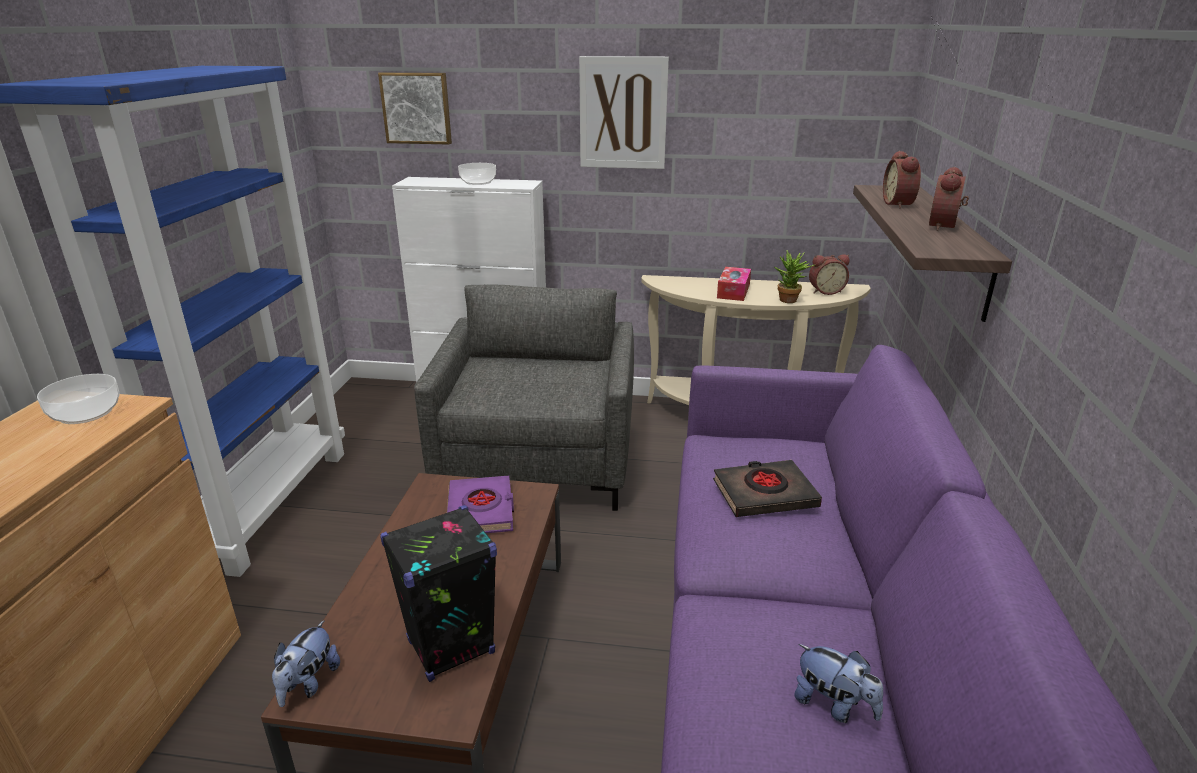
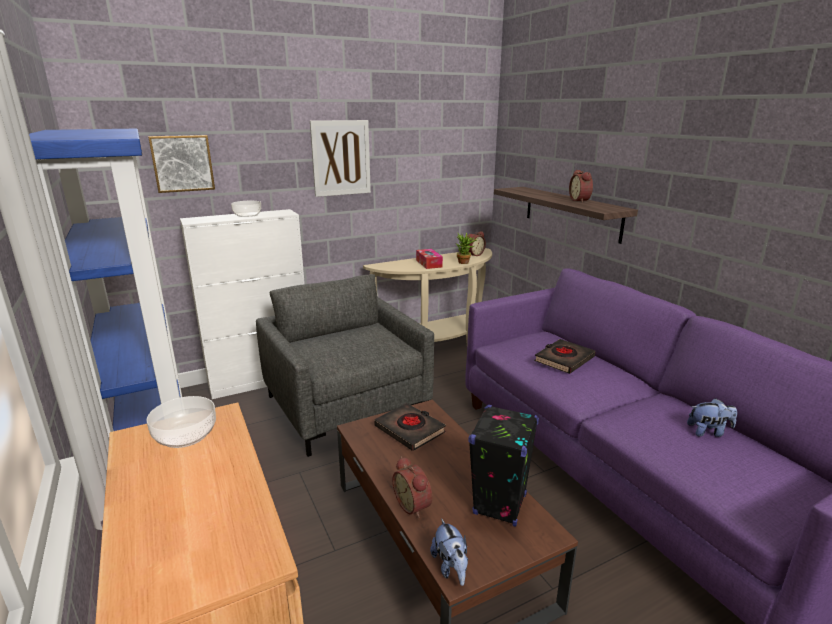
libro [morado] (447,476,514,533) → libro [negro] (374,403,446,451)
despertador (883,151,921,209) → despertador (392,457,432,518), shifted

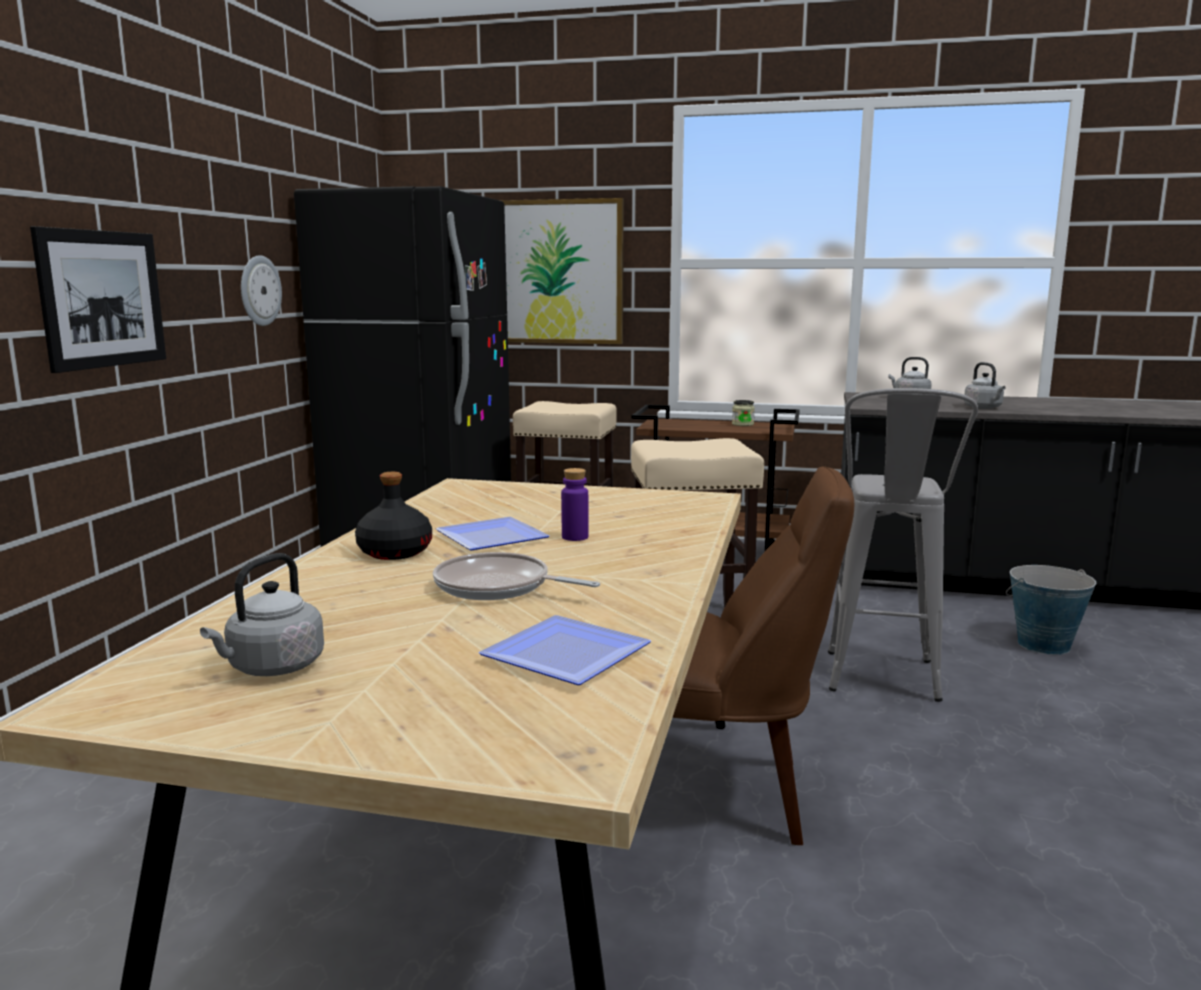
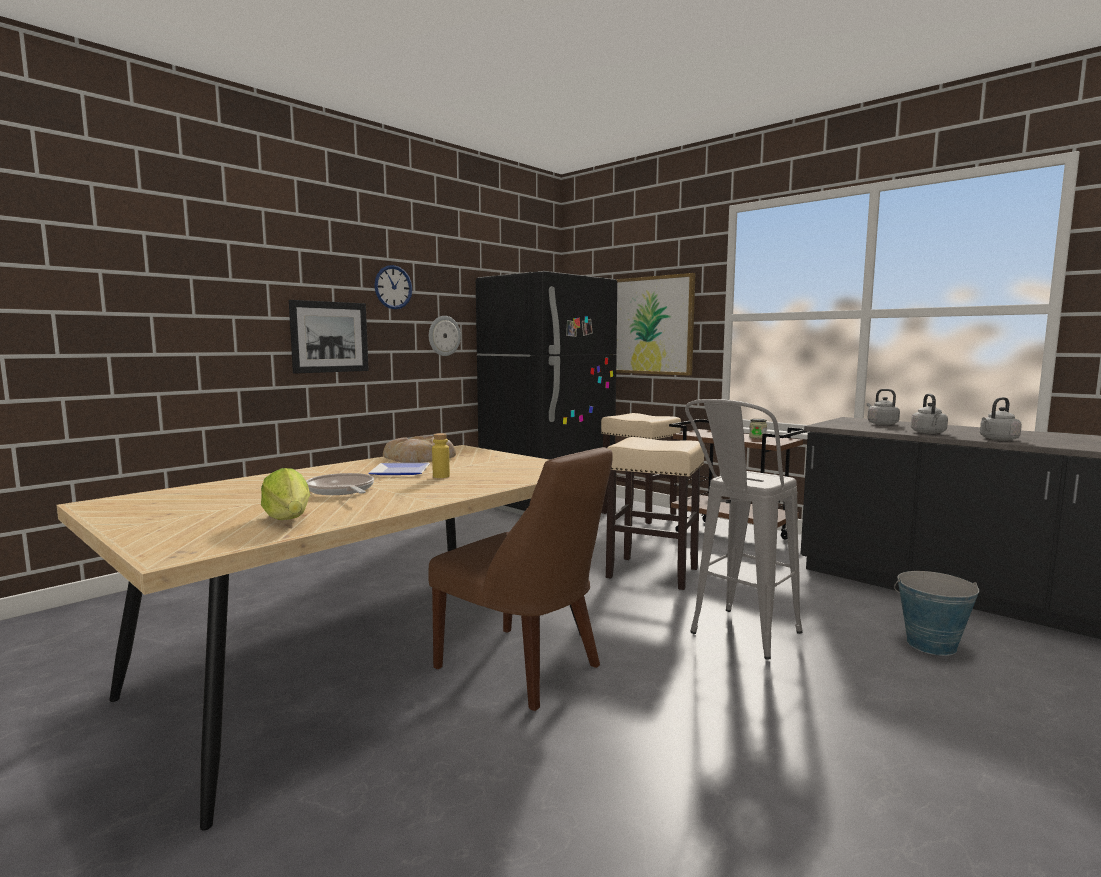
hervidor [gris] (200,553,324,676) → hervidor [gris] (980,397,1022,441), shifted
botella [negro] (355,472,432,560) → -
plato (479,615,651,685) → lechuga (261,468,310,520)
botella [morado] (561,468,589,541) → botella [amarillo] (432,433,450,478)
- → reloj de pared (375,265,413,309)
- → pan (383,436,456,463)

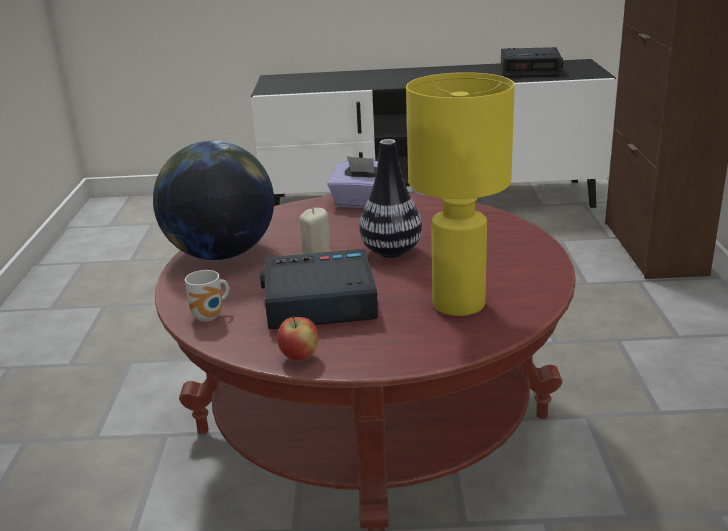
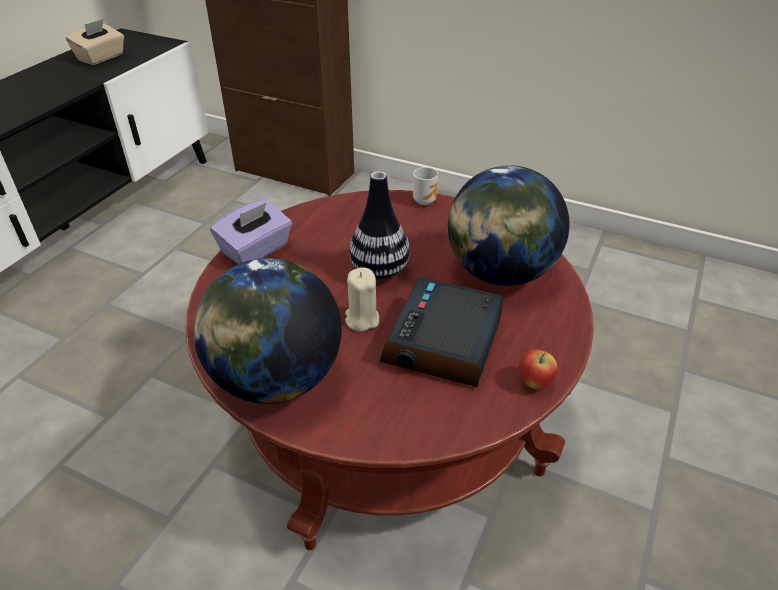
taza grande (185,270,229,321) → taza grande (413,167,438,205), shifted
lámpara de mesa [amarillo] (406,72,515,316) → globo terráqueo (448,165,570,286)
despertador (501,47,563,78) → caja de pañuelos [beis] (66,19,124,65)

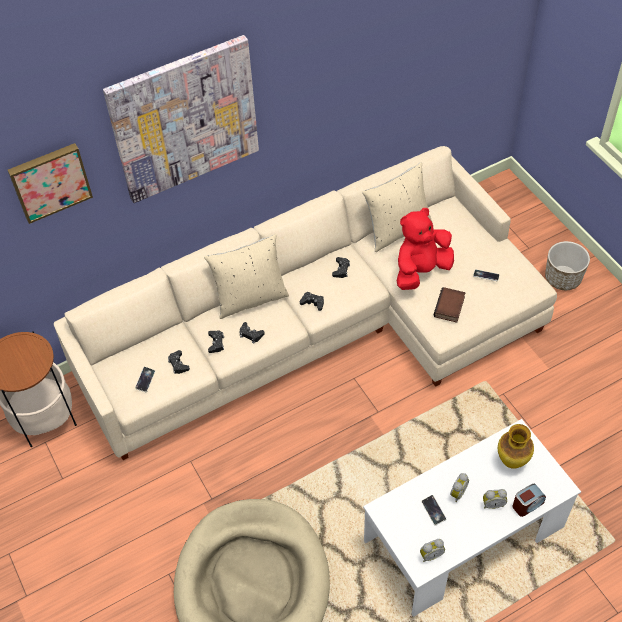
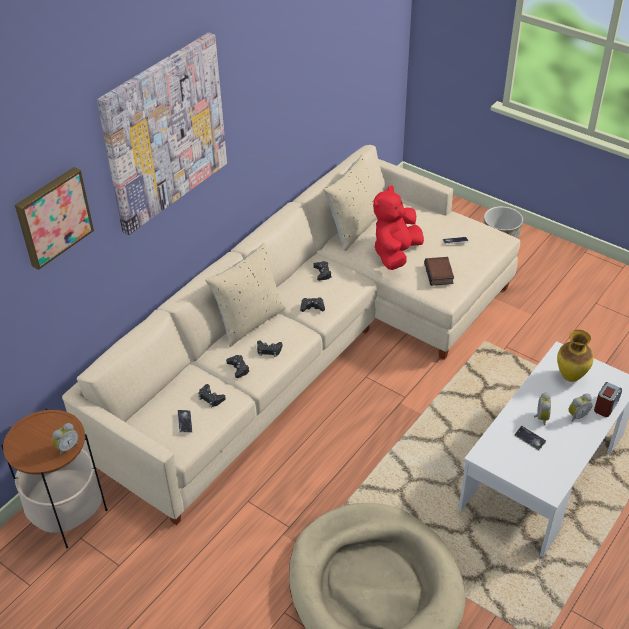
despertador (420,539,445,562) → despertador (52,423,78,456), shifted

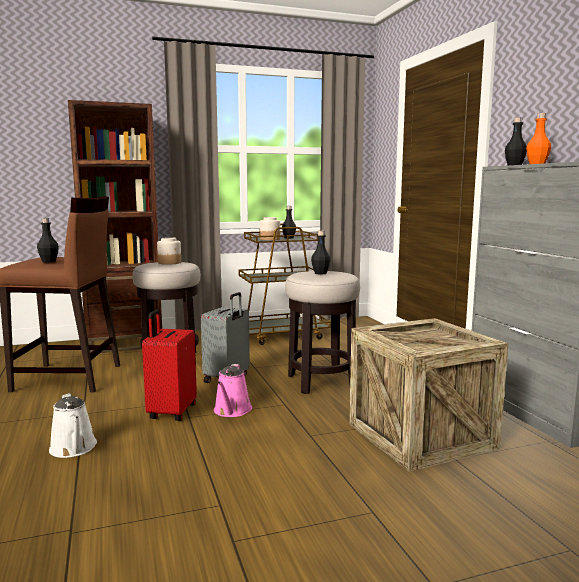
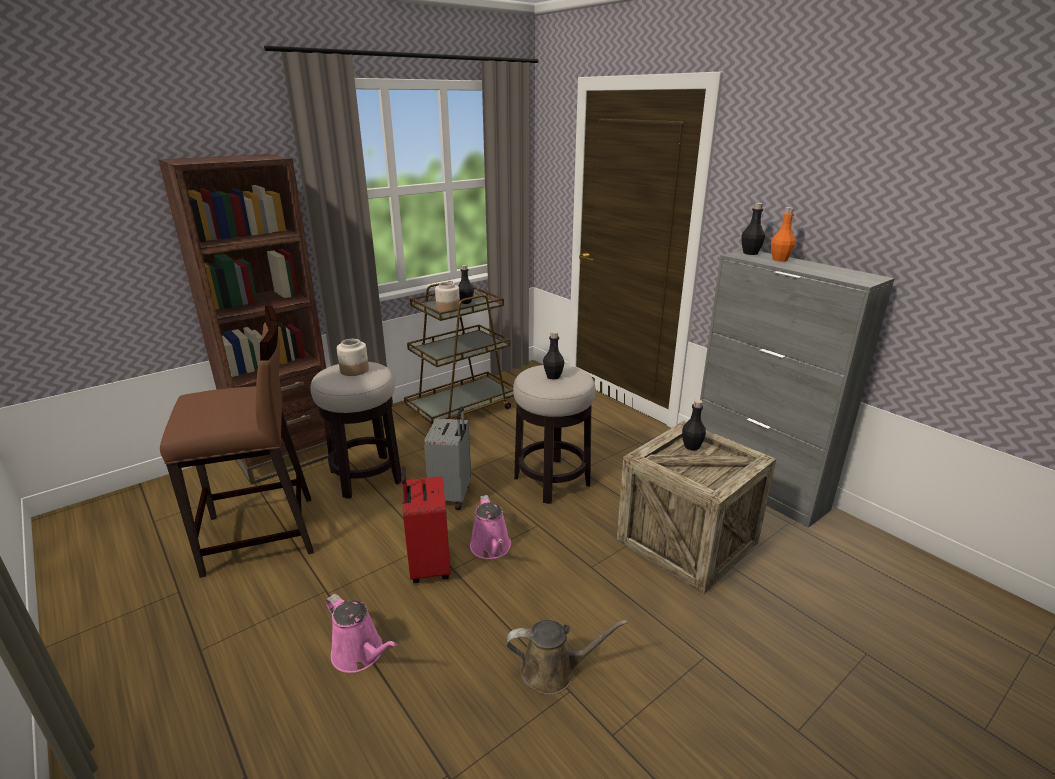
botella [negro] (37,218,59,263) → botella [negro] (682,399,706,450), shifted
regadera [blanco] (49,393,97,458) → regadera [rosa] (326,594,397,673)
- → regadera [marrón] (506,620,628,695)

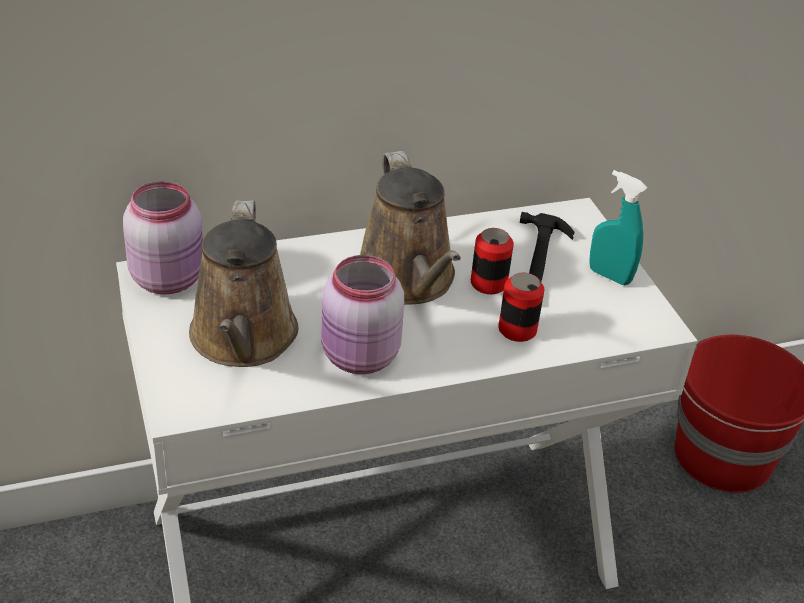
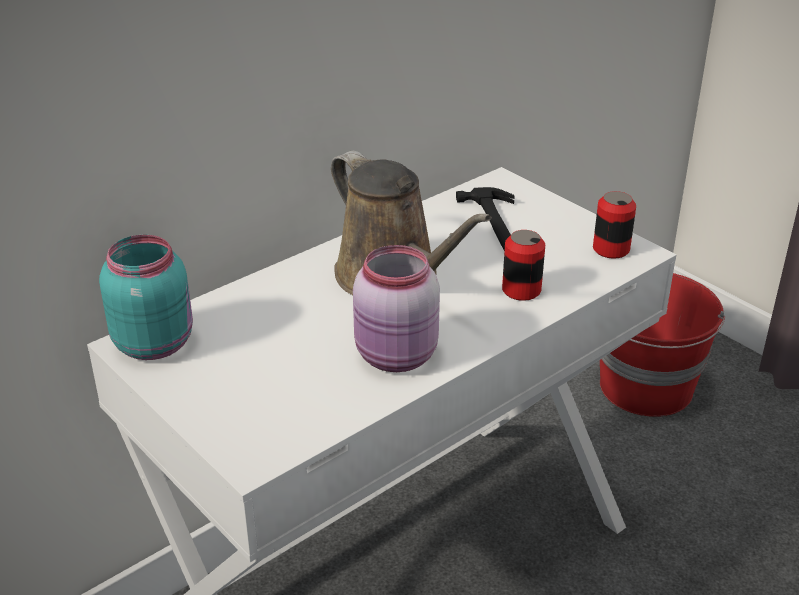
tarro [rosa] (123,181,203,294) → tarro [turquesa] (99,235,193,360)
regadera [marrón] (189,200,298,367) → -
lata (471,228,514,294) → lata (593,191,636,259), shifted
pulverizador [turquesa] (589,170,647,285) → -

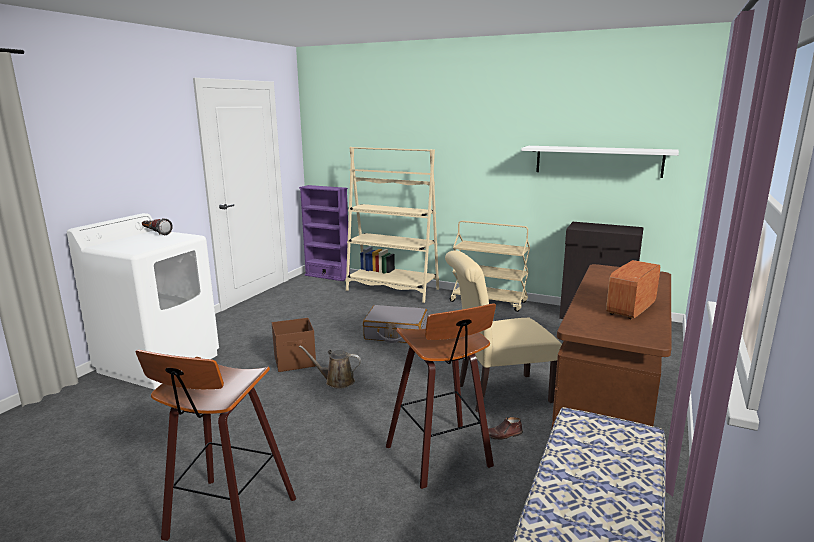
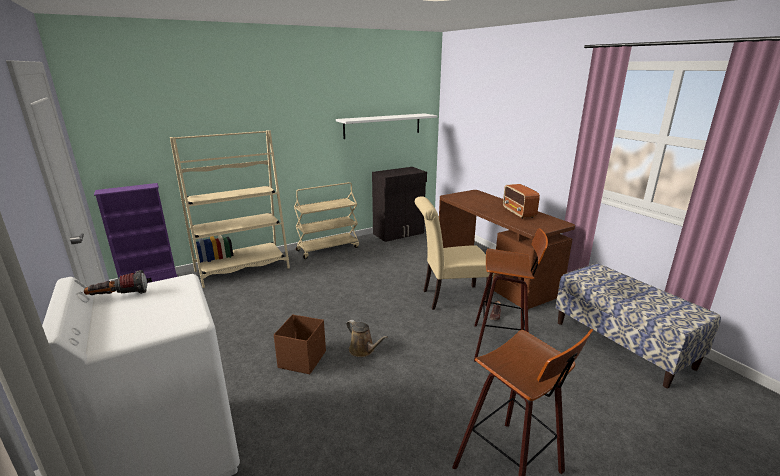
regadera [marrón] (299,345,361,389) → regadera [marrón] (346,320,388,357), 90 degrees counterclockwise
maleta [gris] (363,305,427,343) → -
silla [beis] (445,250,562,412) → silla [beis] (415,196,495,310), 60 degrees clockwise

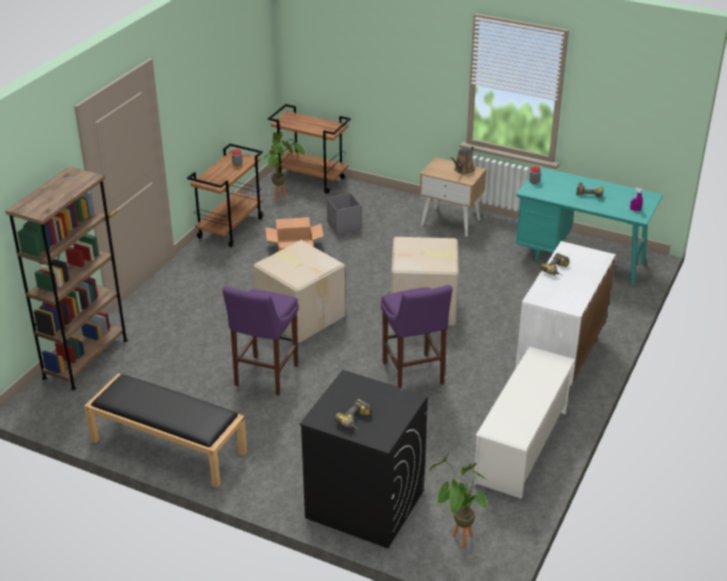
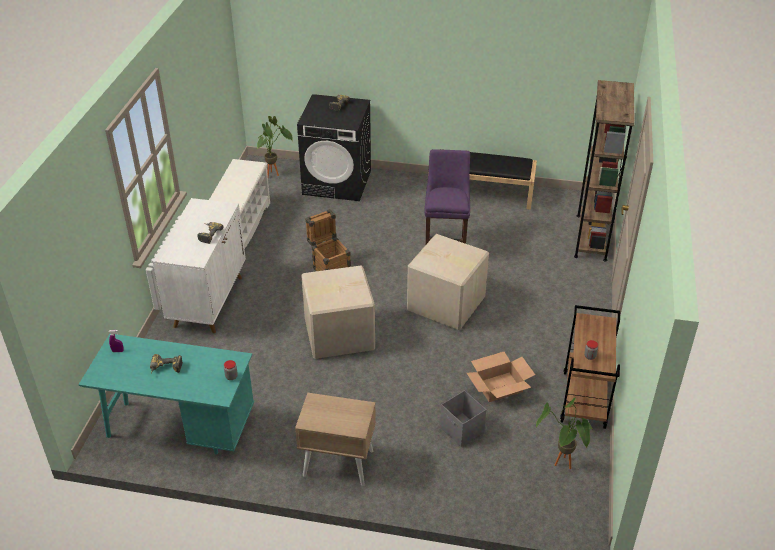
carrito [marrón] (268,104,351,194) → -
taburete [morado] (381,285,452,388) → caja de embalaje (305,209,351,271)
regadera [marrón] (450,146,475,174) → -

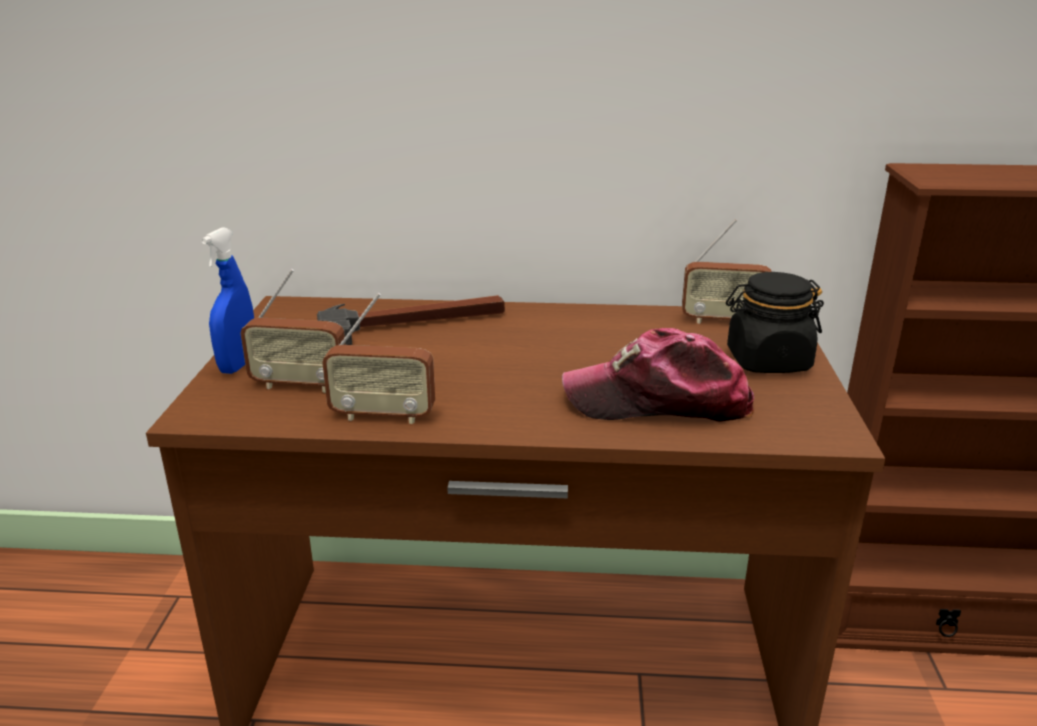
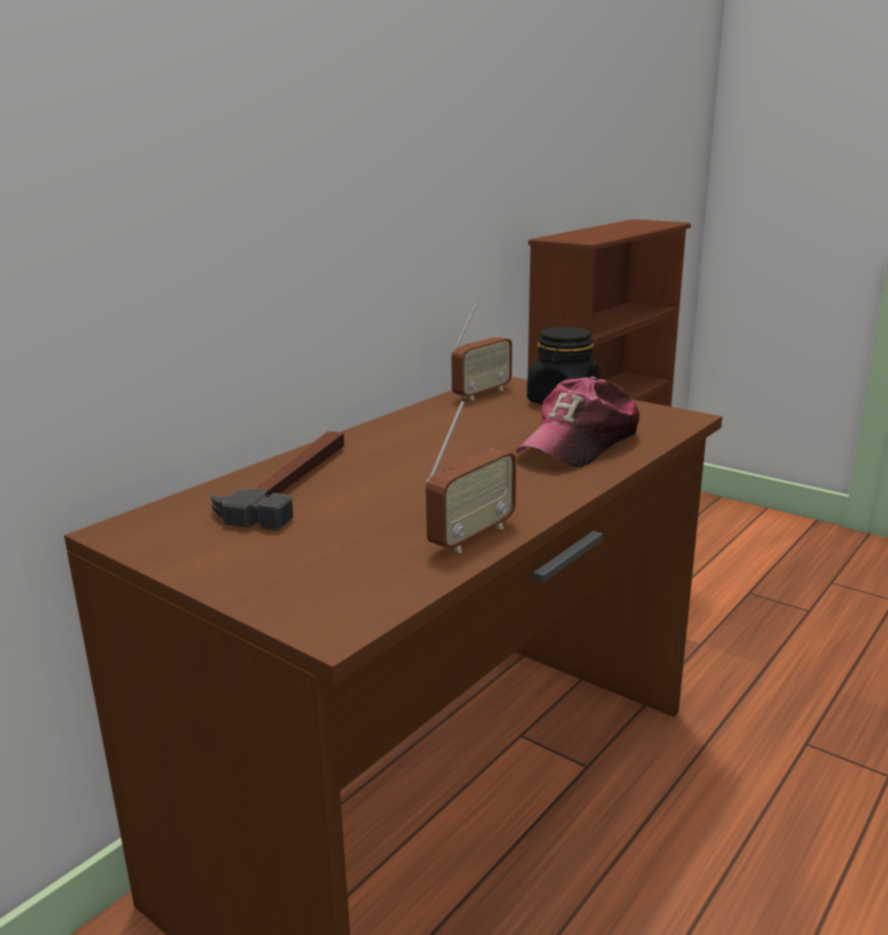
pulverizador [azul] (201,228,254,374) → -
radio (240,269,346,393) → -

